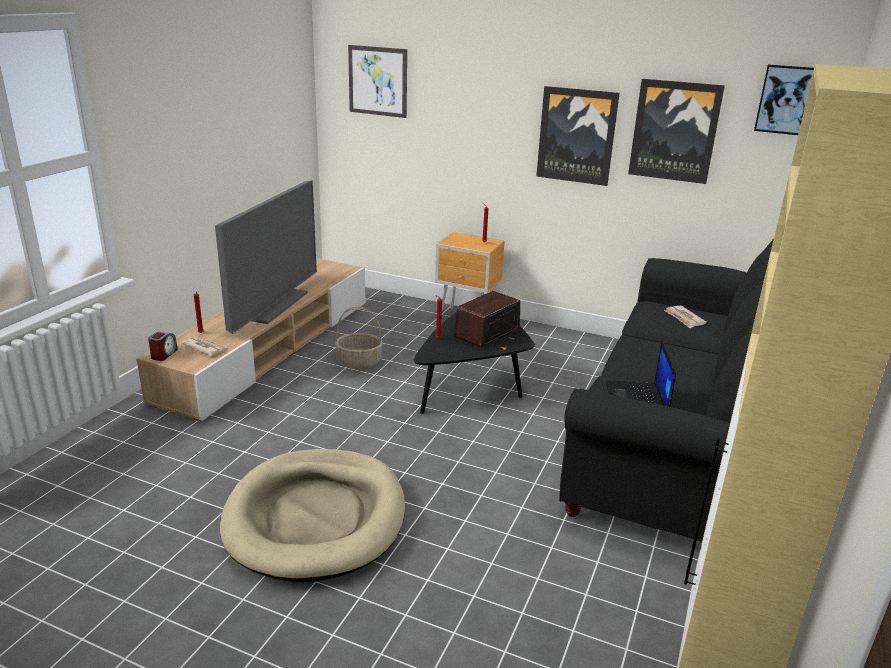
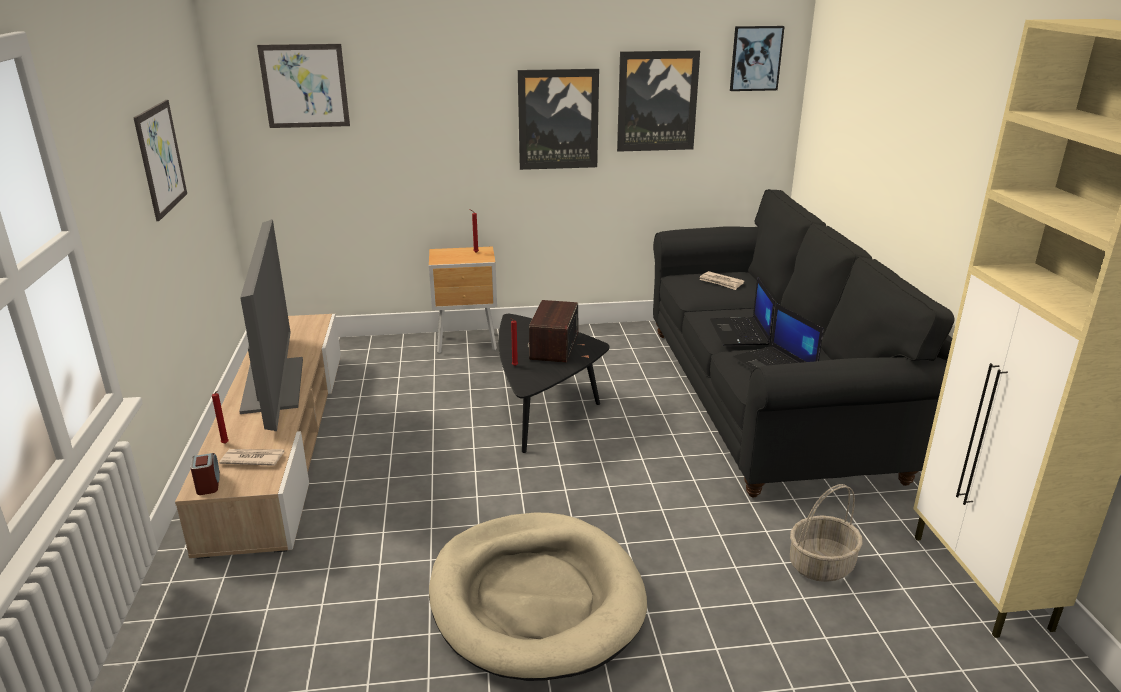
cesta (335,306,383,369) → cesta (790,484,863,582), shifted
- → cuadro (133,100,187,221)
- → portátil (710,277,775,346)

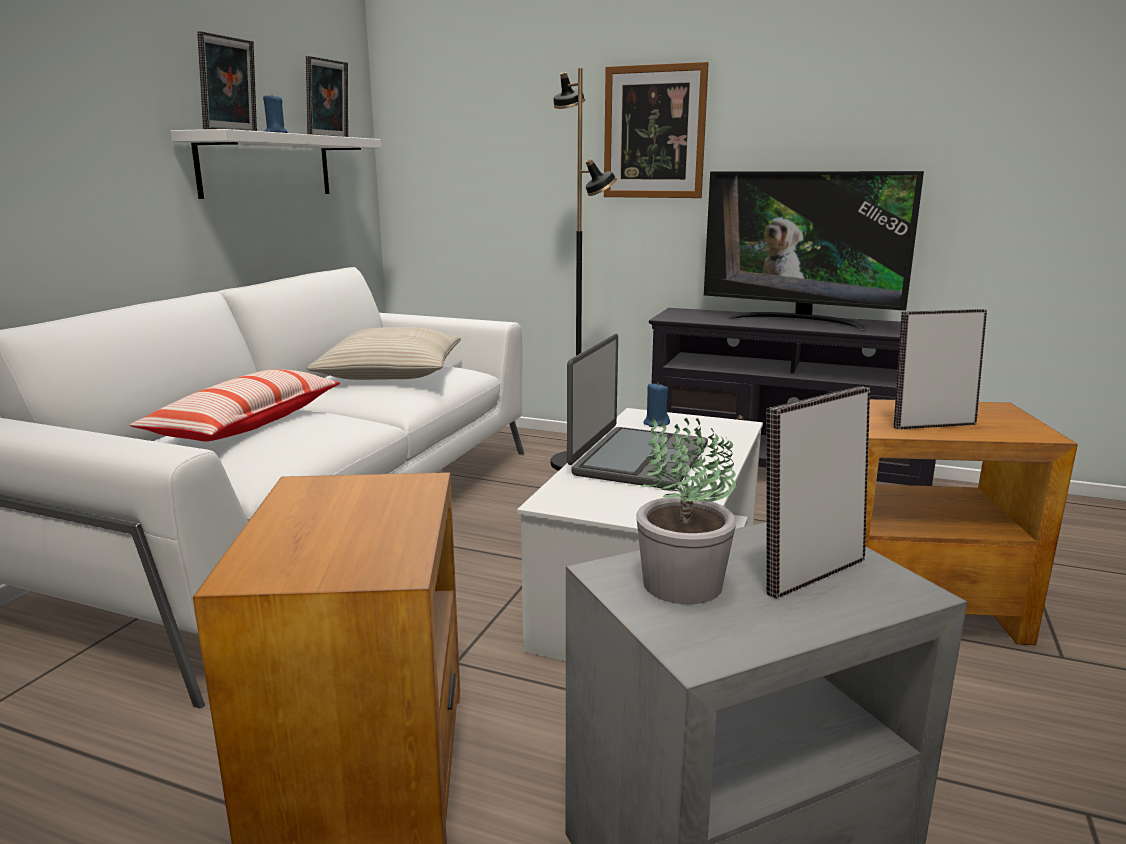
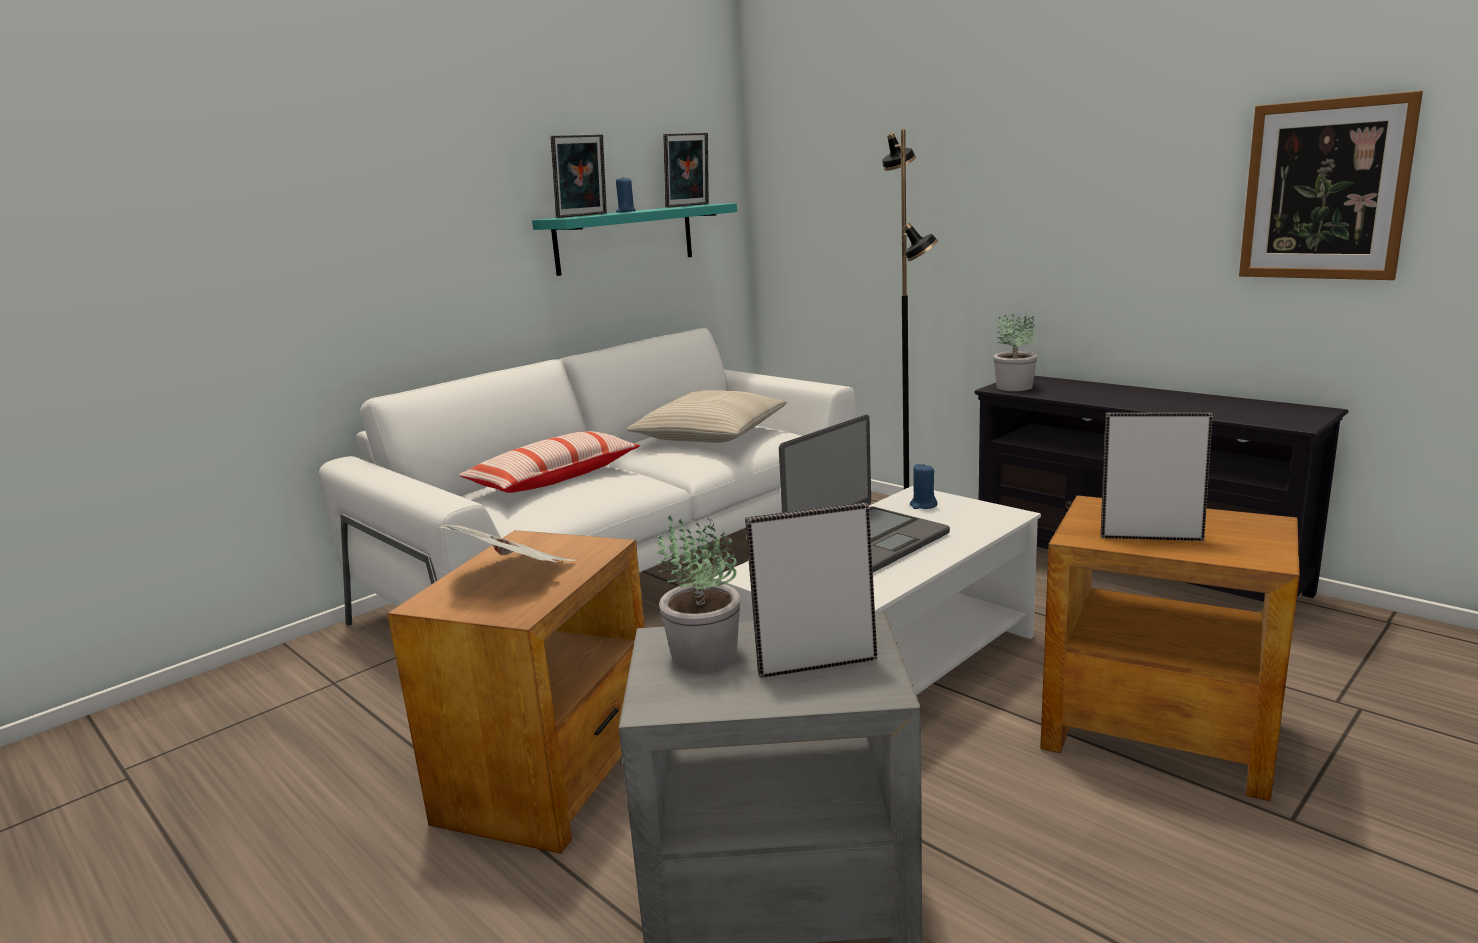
estante [blanco] (171,129,381,199) → estante [turquesa] (532,203,737,276)
cuadro (604,62,709,198) → cuadro (1239,91,1423,280), shifted
televisor (704,171,924,330) → -
- → periódico (439,525,576,562)
- → planta en maceta (993,314,1037,391)

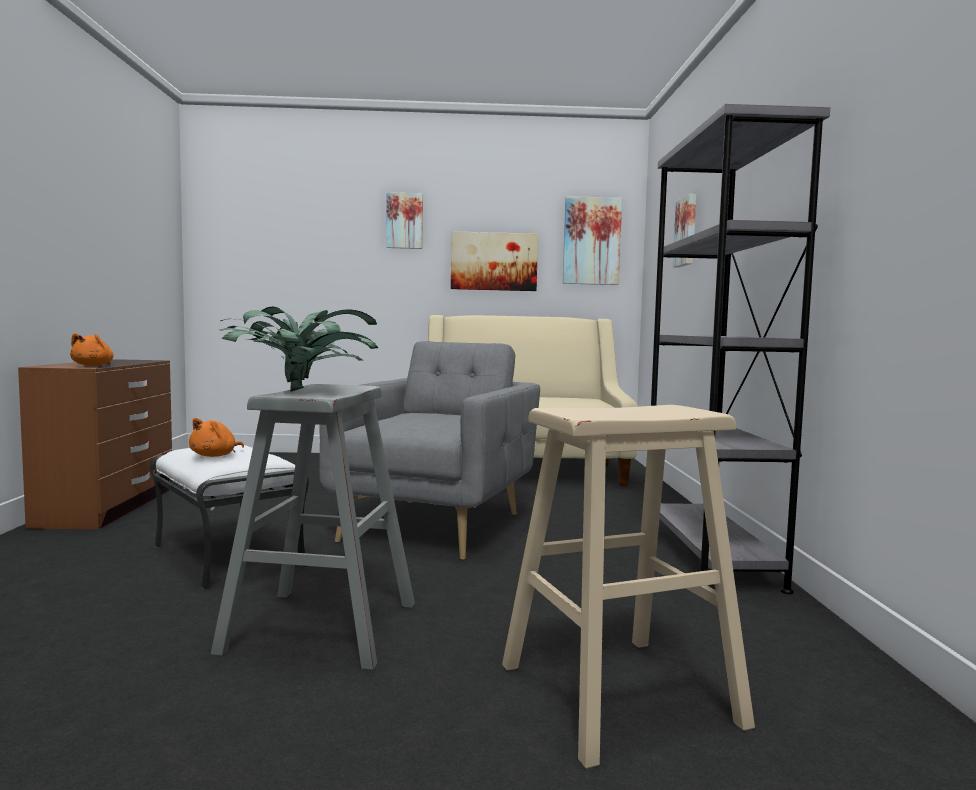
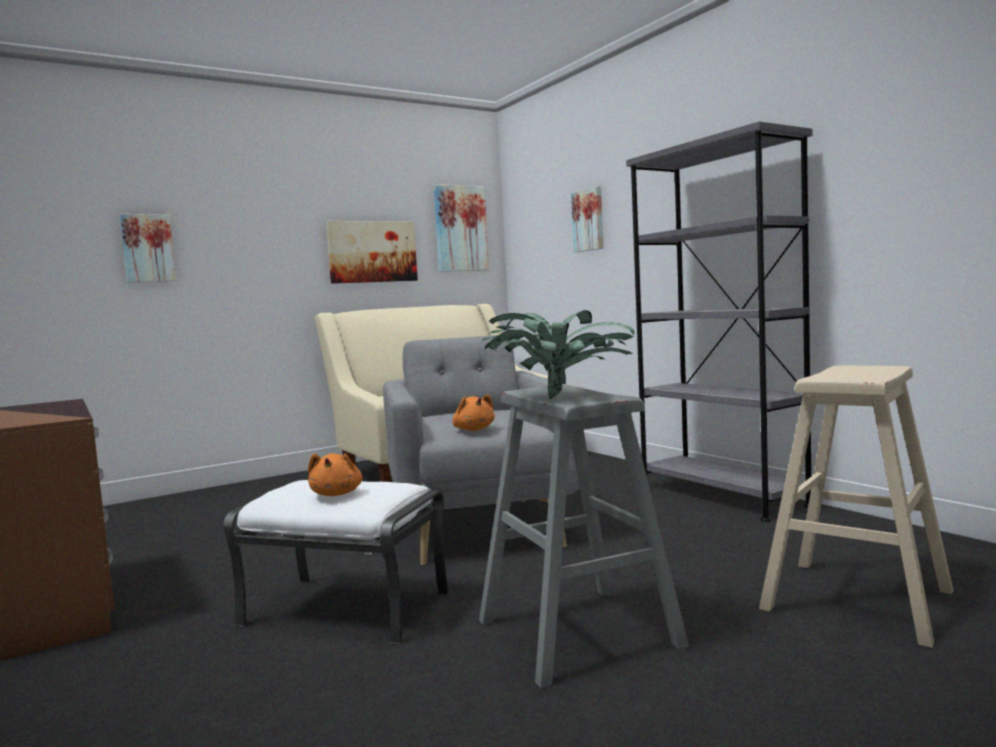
peluche [naranja] (70,333,114,366) → peluche [naranja] (452,394,495,431), shifted
cuadro (386,192,423,249) → cuadro (120,214,176,283), shifted

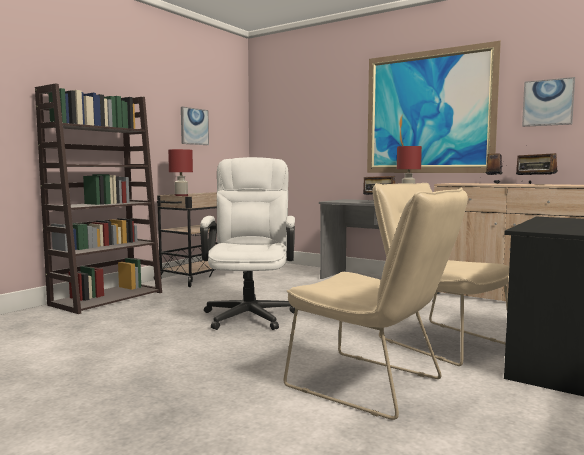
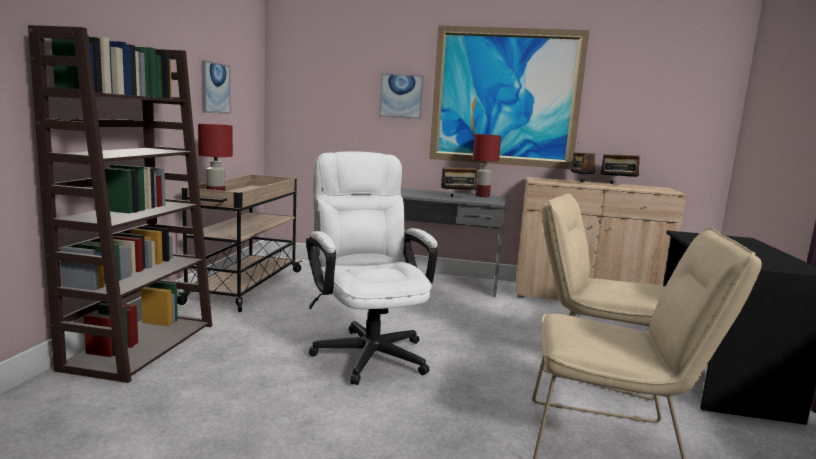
cuadro (522,77,575,127) → cuadro (379,73,424,119), shifted

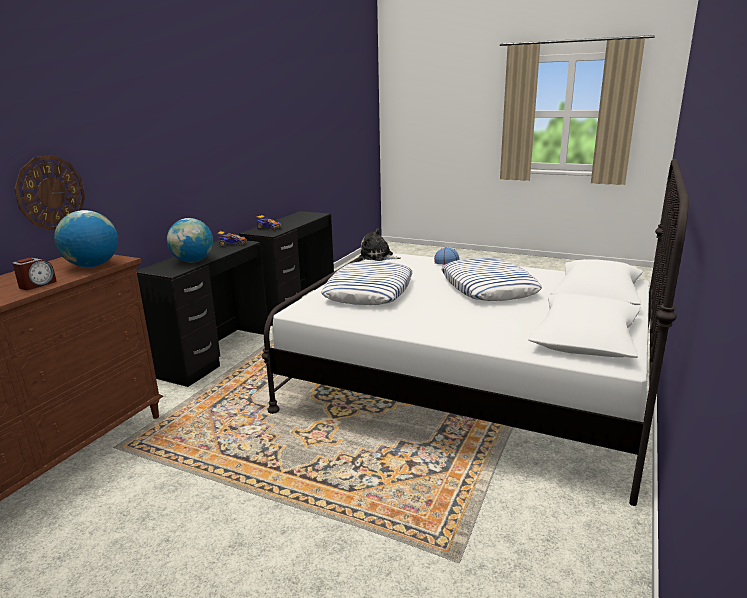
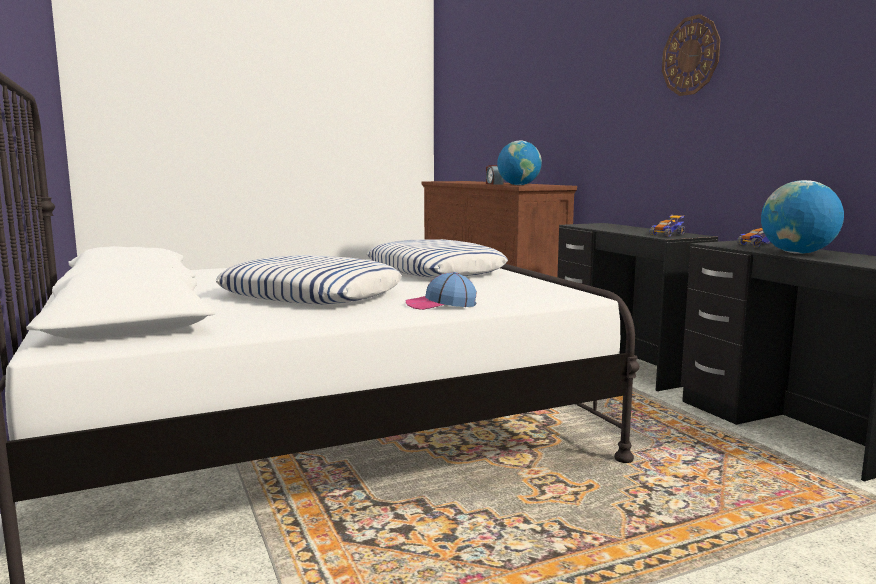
reloj de pared (14,155,85,230) → reloj de pared (662,14,721,96), shifted
globo terráqueo (167,218,213,263) → globo terráqueo (761,180,844,254), shifted
peluche (359,228,401,261) → -

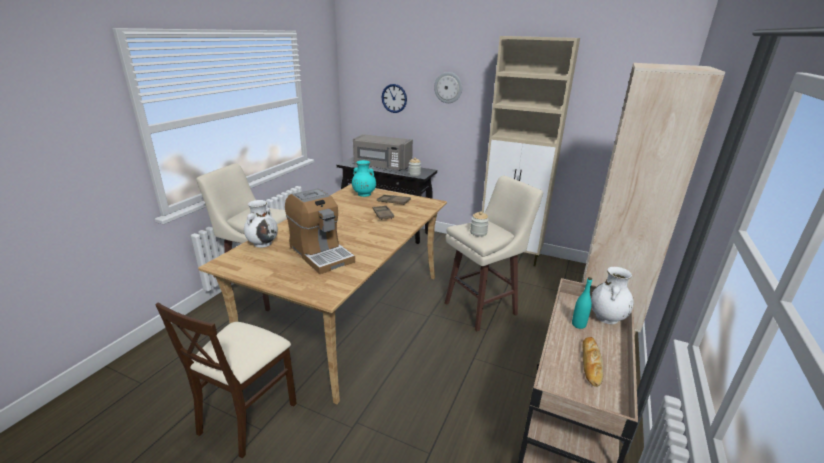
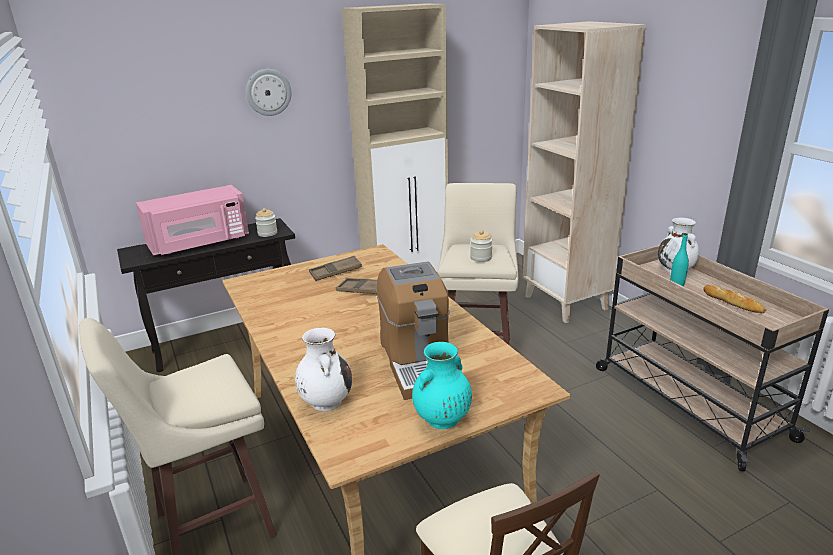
cafetera (285,188,355,274) → cafetera (377,262,450,400), 75 degrees clockwise
florero [turquesa] (352,160,376,197) → florero [turquesa] (412,342,472,429), shifted
microondas [gris] (353,134,413,171) → microondas [rosa] (136,185,249,255)
reloj de pared (382,84,407,113) → -

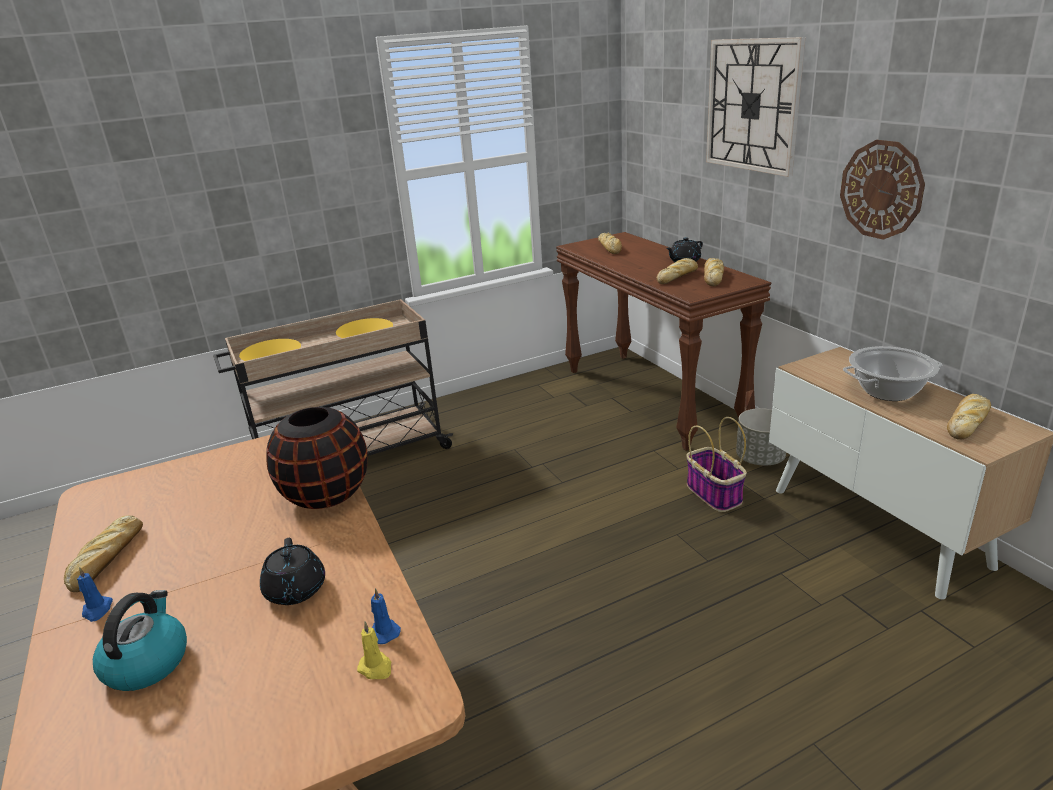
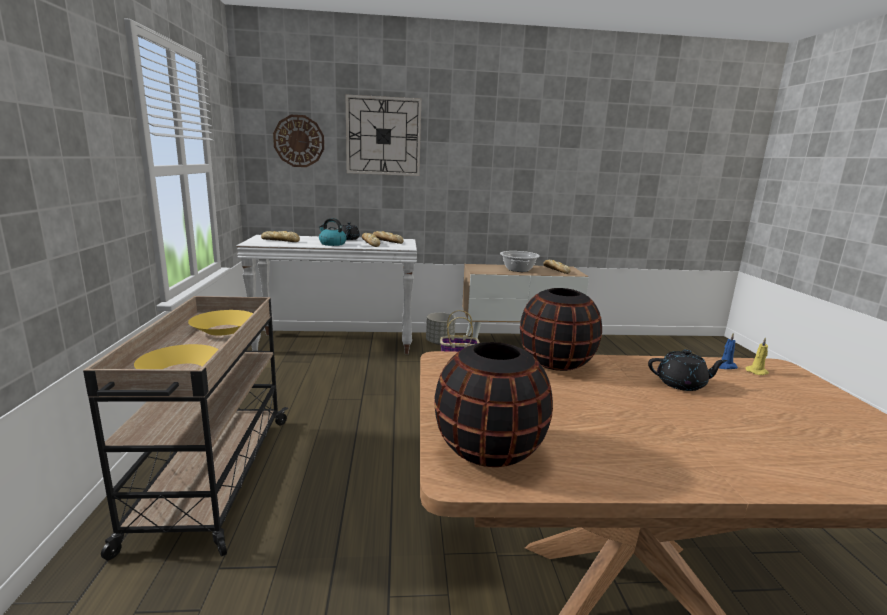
pan (64,515,143,592) → -
vela [azul] (77,567,113,622) → -
hervidor (93,590,187,691) → hervidor (319,218,347,246), shifted
mesa consola [marrón] (556,232,771,451) → mesa consola [blanco] (237,235,417,354)
reloj de pared (840,140,925,240) → reloj de pared (273,115,324,167), shifted
- → florero [negro] (434,342,553,467)

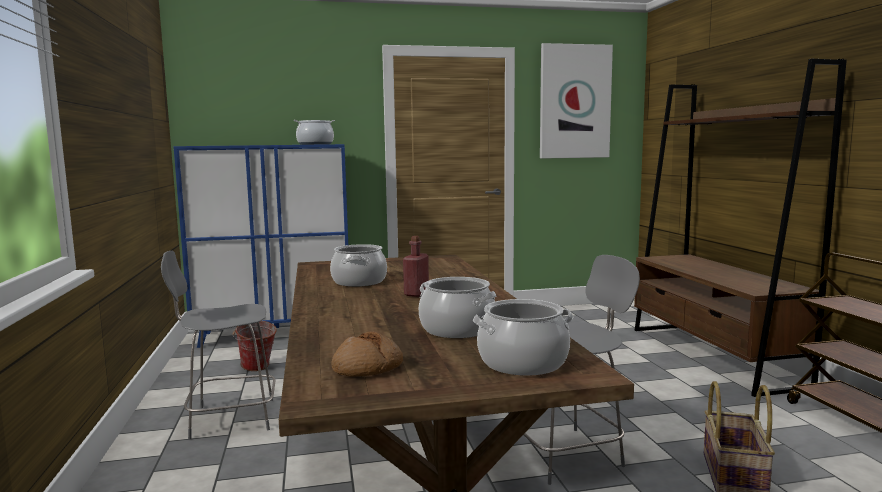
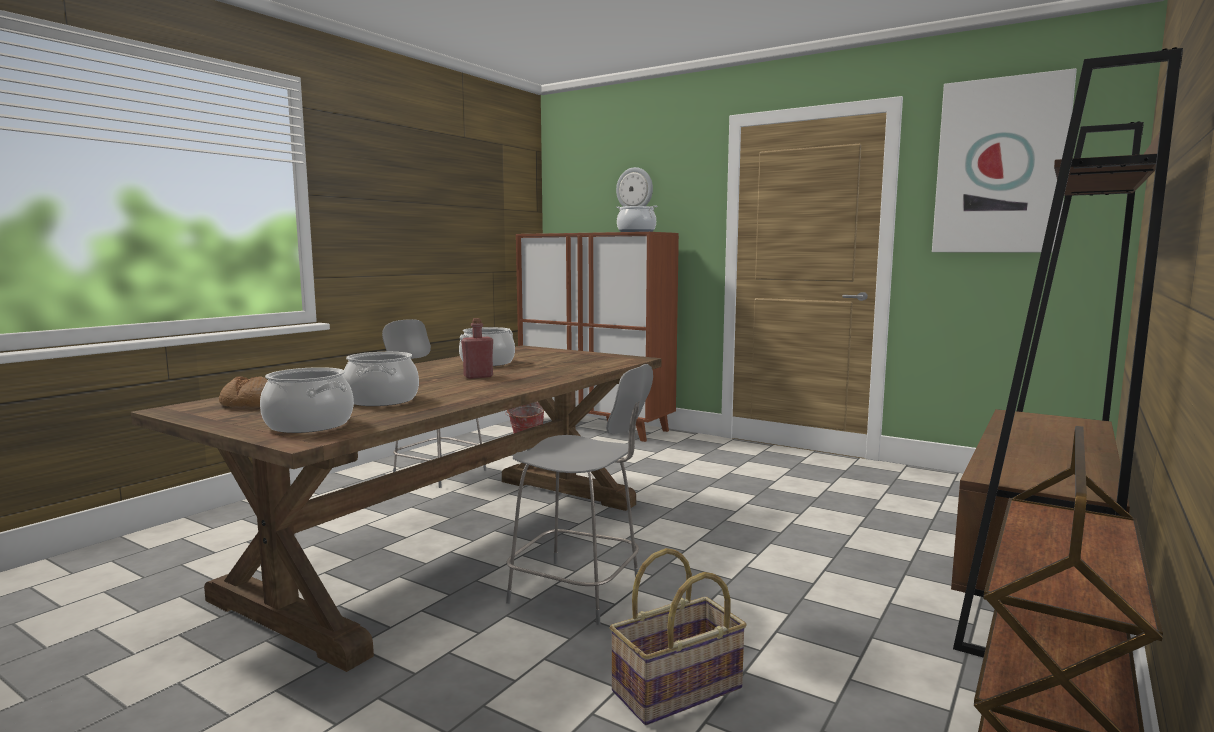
armario [azul] (173,144,348,348) → armario [marrón] (516,232,679,442)
- → reloj de pared (616,167,653,206)

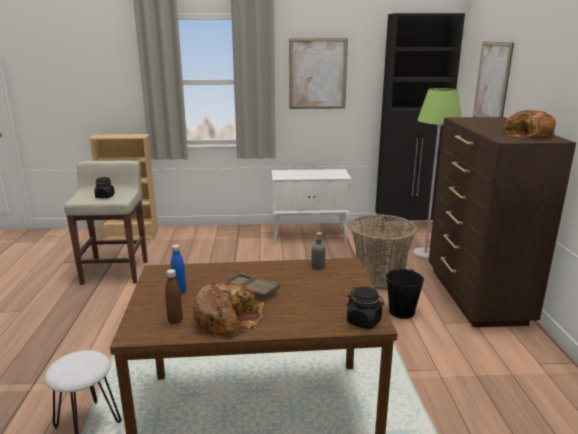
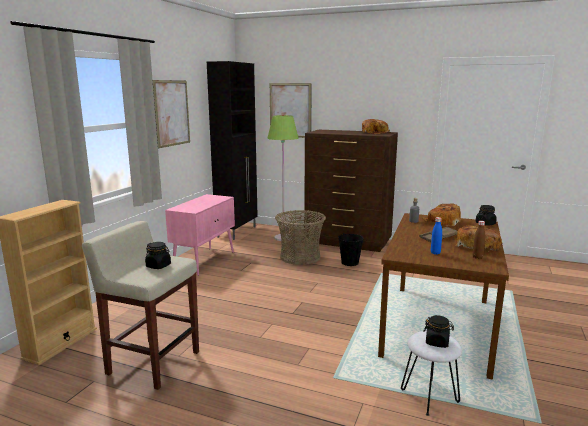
armario [blanco] (272,169,352,243) → armario [rosa] (165,194,235,276)
- → pan (422,203,461,226)
- → tarro [negro] (423,315,454,348)

